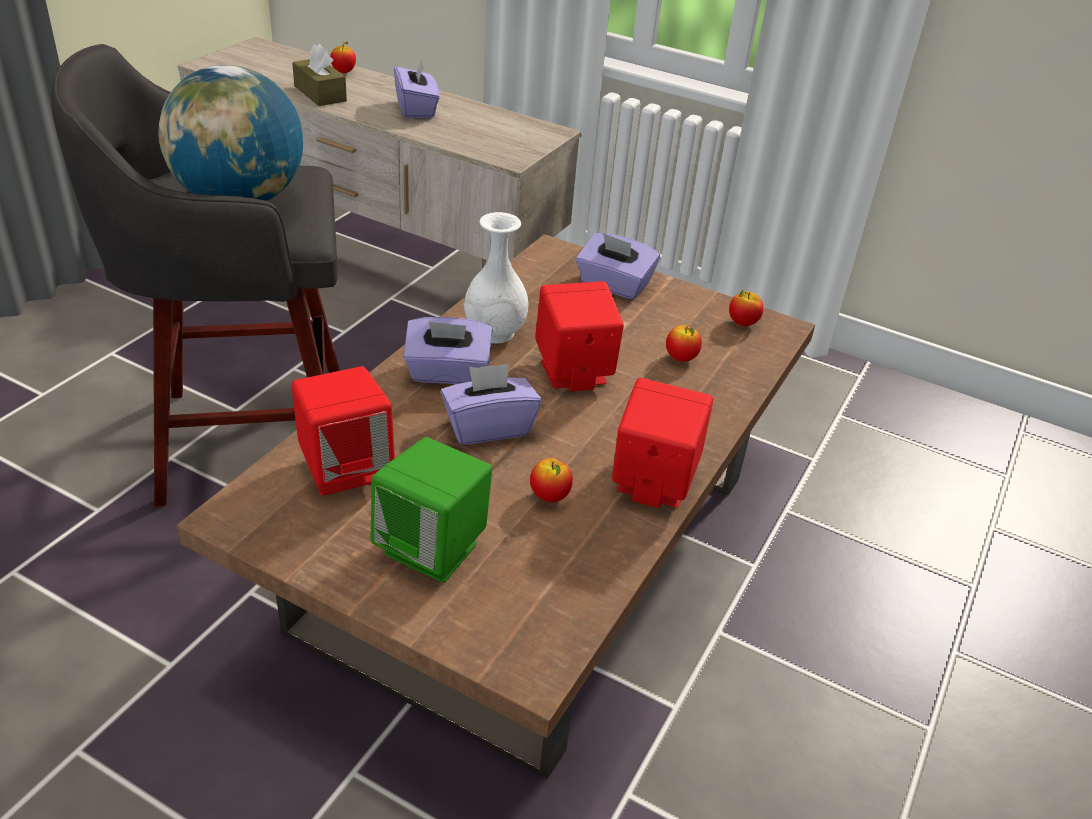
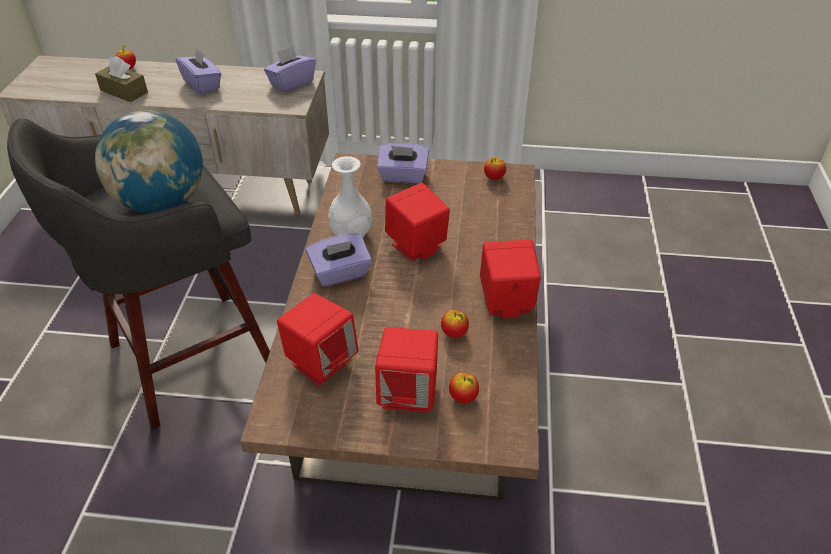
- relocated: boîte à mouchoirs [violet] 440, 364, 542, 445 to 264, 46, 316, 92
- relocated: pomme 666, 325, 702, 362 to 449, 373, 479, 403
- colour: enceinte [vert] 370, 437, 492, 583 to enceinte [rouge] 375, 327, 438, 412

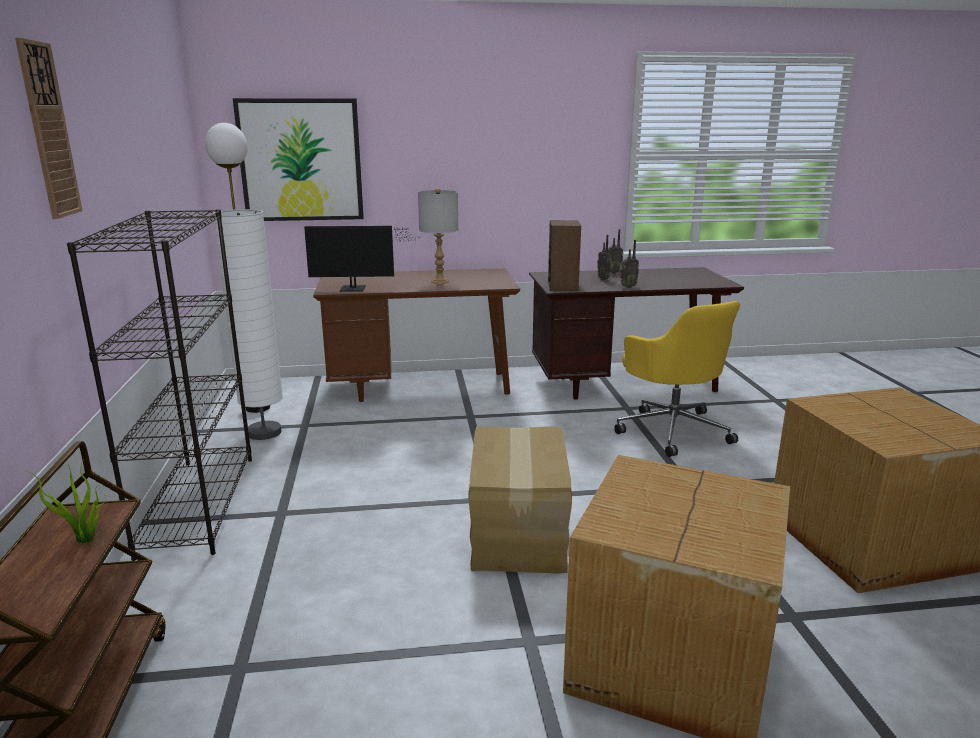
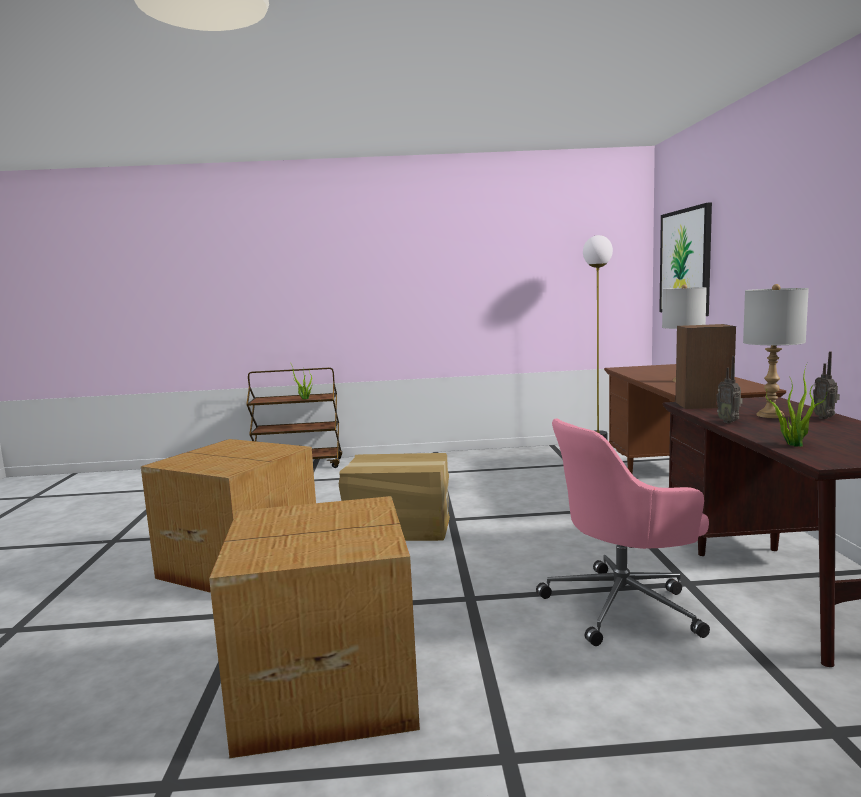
- missing: horloge murale 15, 38, 82, 219
- missing: bibliothèque [noir] 67, 209, 252, 561
- missing: lampadaire [blanc] 213, 209, 283, 440
- missing: écran d'ordinateur 304, 226, 420, 292
- appeared: plante en pot 766, 363, 827, 447
- exchanged: radio 597, 235, 613, 280 to lampe de table [gris] 743, 284, 809, 418
- colour: chaise de bureau [jaune] 614, 301, 740, 457 to chaise de bureau [rose] 536, 419, 710, 646

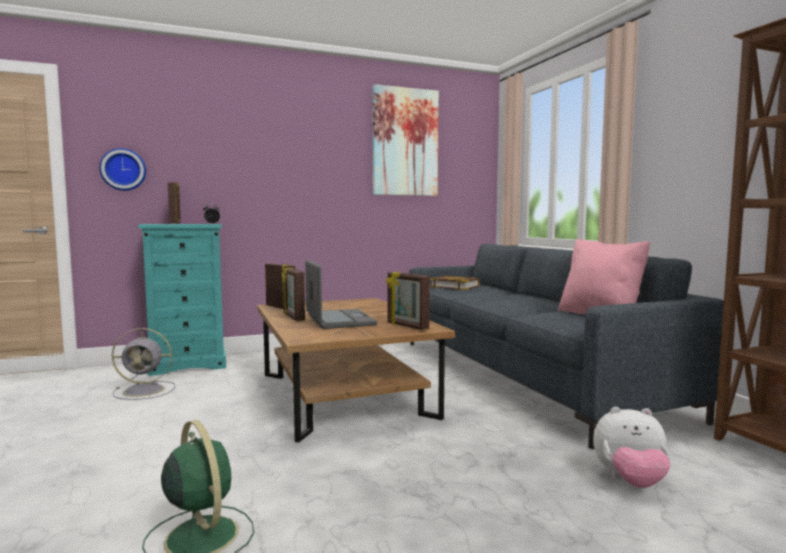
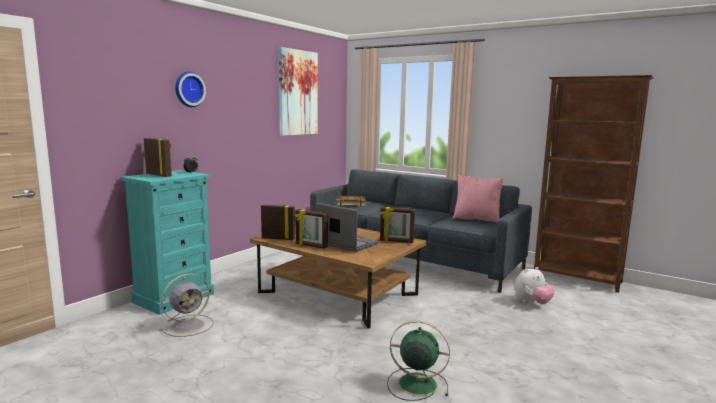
- relocated: horloge murale 99, 148, 146, 191 to 175, 72, 206, 107

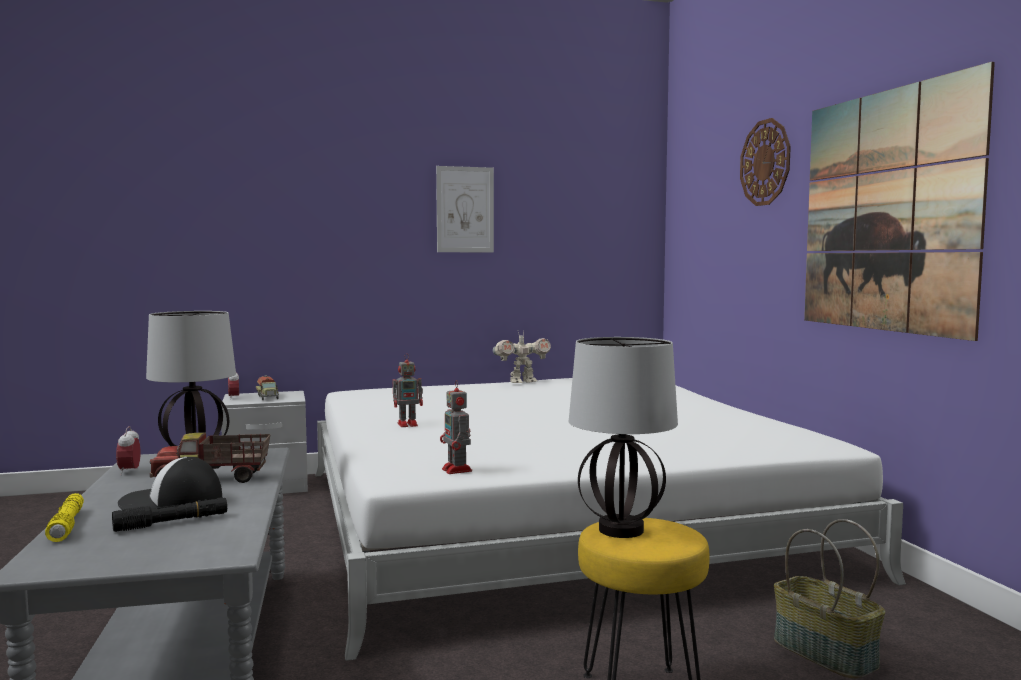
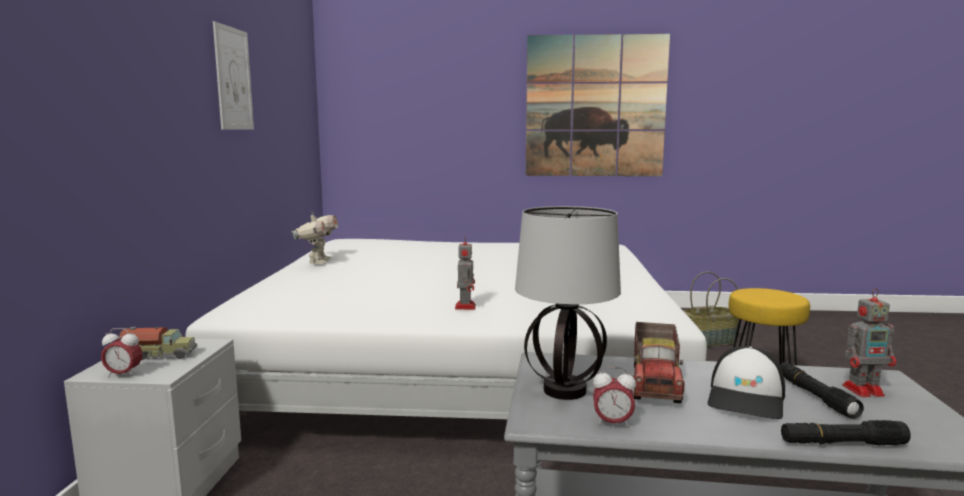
- missing: lampe de table 569, 337, 678, 538
- missing: horloge murale 740, 118, 791, 206
- relocated: robot jouet 440, 380, 472, 474 to 842, 288, 896, 397
- colour: lampe de poche [jaune] 45, 493, 84, 542 to lampe de poche [noir] 781, 420, 911, 445

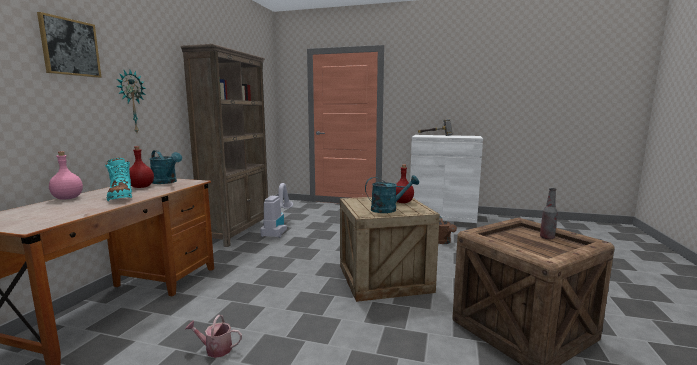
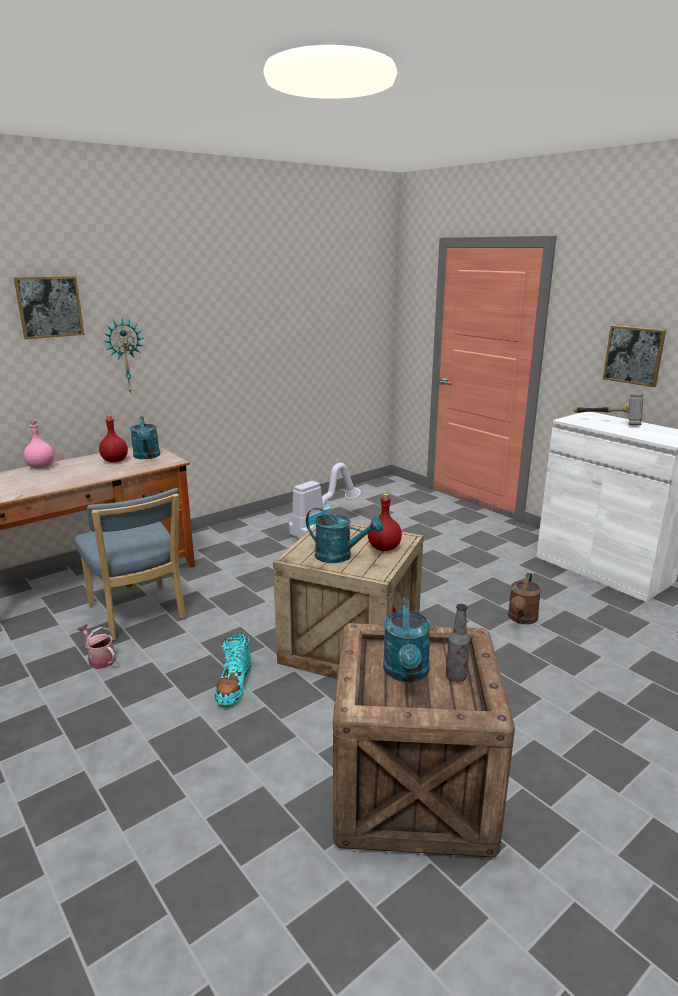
- missing: bibliothèque [marron] 180, 44, 268, 247
- appeared: chaise [bleu] 75, 488, 186, 640
- appeared: arrosoir [turquoise] 383, 598, 431, 682
- appeared: tableau 603, 325, 666, 387
- relocated: botte [turquoise] 105, 158, 132, 201 to 215, 630, 251, 705

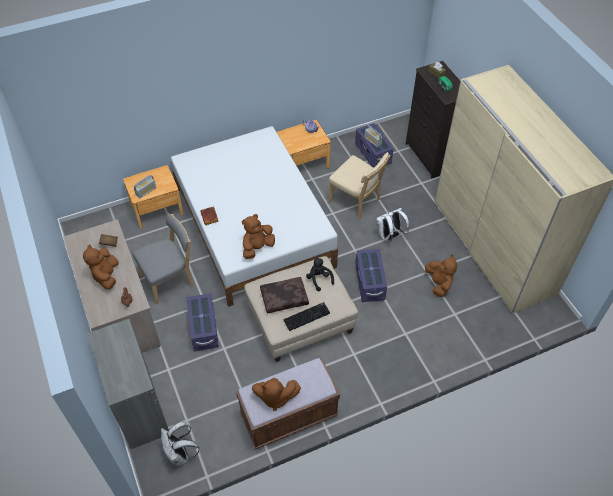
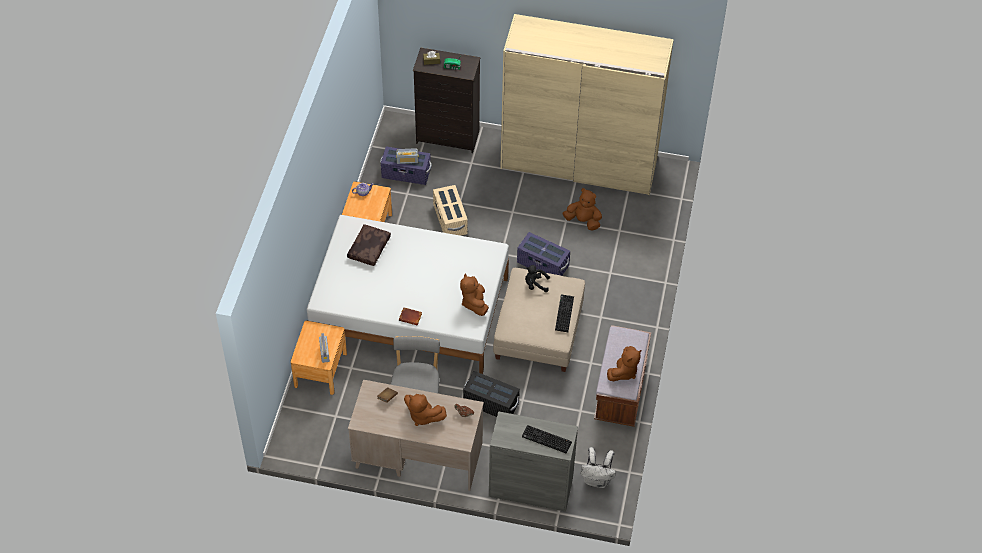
- missing: sac à dos [blanc] 376, 208, 409, 242
- appeared: clavier 522, 425, 572, 454
- relocated: coussin [marron] 260, 277, 309, 313 to 347, 224, 391, 266
- exchanged: chaise [beige] 329, 152, 390, 220 to boîte de rangement [beige] 433, 185, 468, 236
- colour: boîte de rangement [violet] 187, 294, 219, 351 to boîte de rangement [noir] 463, 371, 520, 417

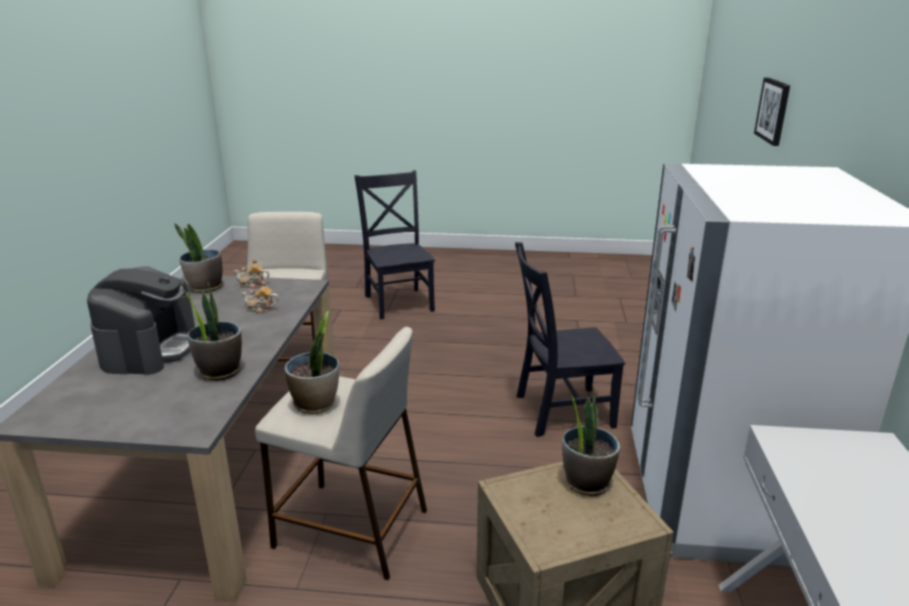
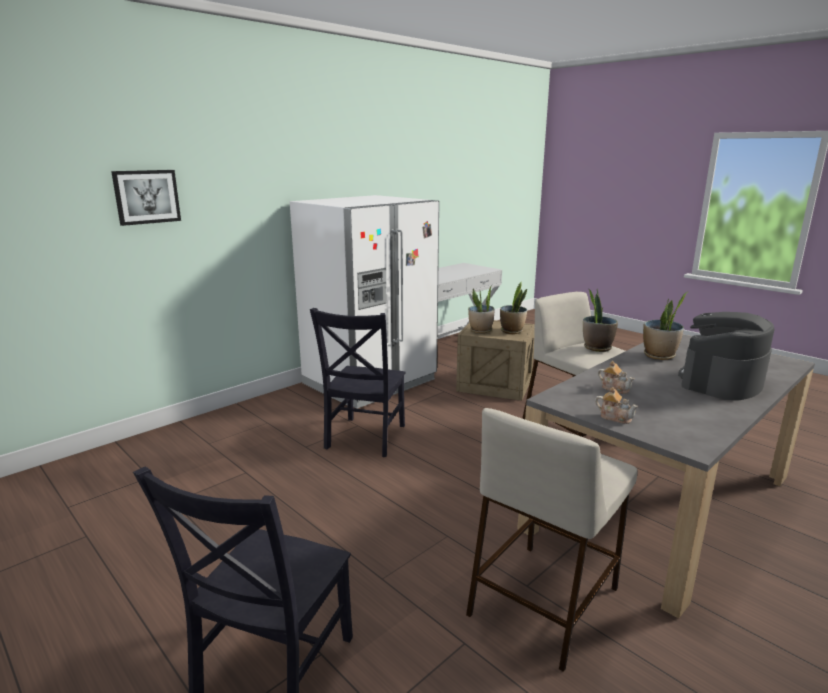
- relocated: plante en pot 174, 223, 223, 293 to 500, 281, 527, 334
- spun: chaise [noir] 515, 242, 625, 437 = 310, 308, 406, 457 75 degrees clockwise

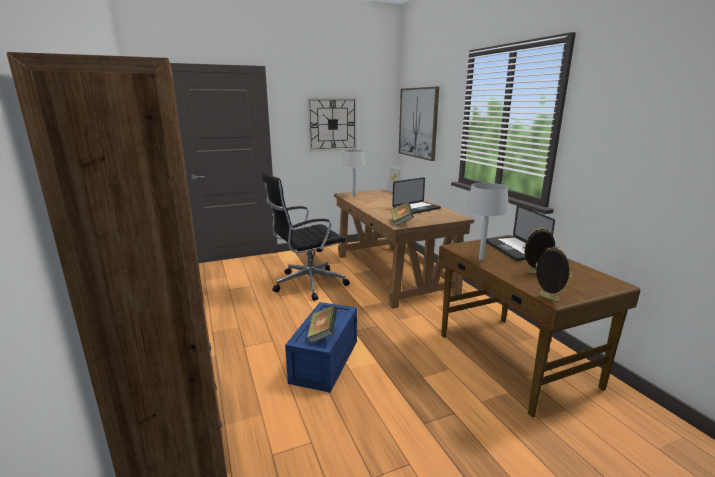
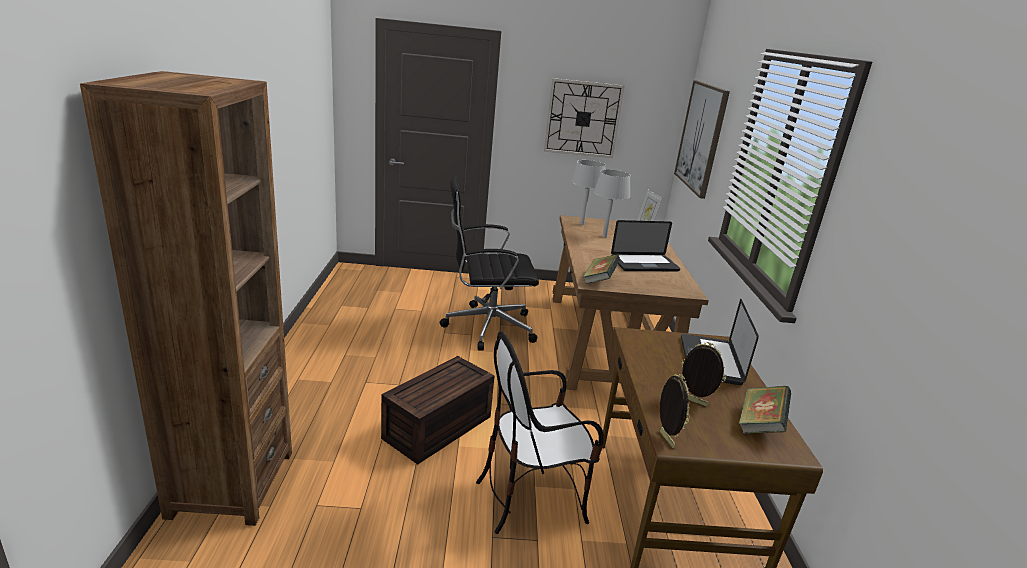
- appeared: chaise 476, 331, 604, 534
- relocated: livre 307, 306, 337, 343 to 739, 386, 791, 434
- relocated: lampe de table [gris] 465, 183, 509, 260 to 594, 169, 630, 238
- colour: boîte de rangement [bleu] 285, 302, 357, 393 to boîte de rangement [marron] 381, 356, 495, 465

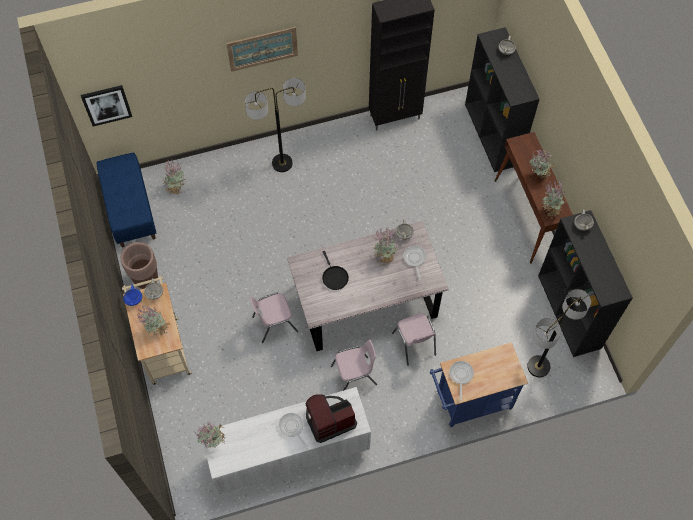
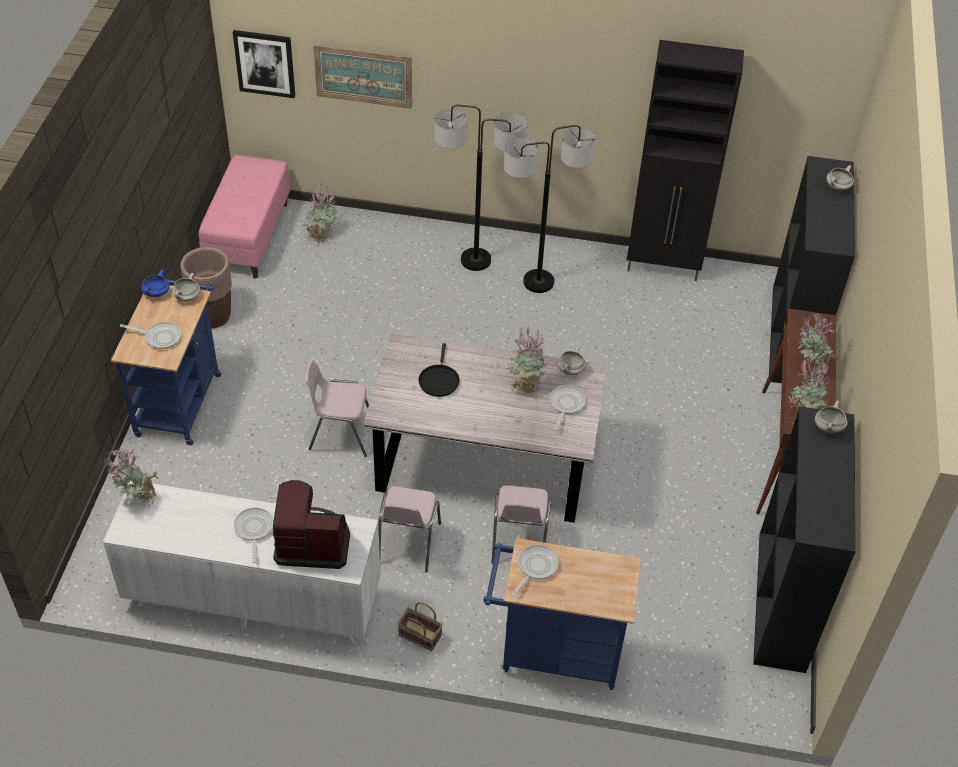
- appeared: panier 398, 602, 443, 651
- relocated: tableau 226, 27, 298, 72 to 313, 44, 412, 109
- relocated: lampadaire 527, 289, 591, 377 to 504, 125, 596, 293
- exchanged: plante en pot 137, 305, 170, 338 to poêle 120, 322, 182, 349
- colour: banc [bleu] 97, 152, 156, 248 to banc [rose] 199, 155, 290, 279
- colour: chariot [beige] 122, 276, 192, 385 to chariot [bleu] 111, 279, 221, 445
- spun: chaise [rose] 331, 340, 377, 391 = 378, 486, 441, 573 90 degrees clockwise

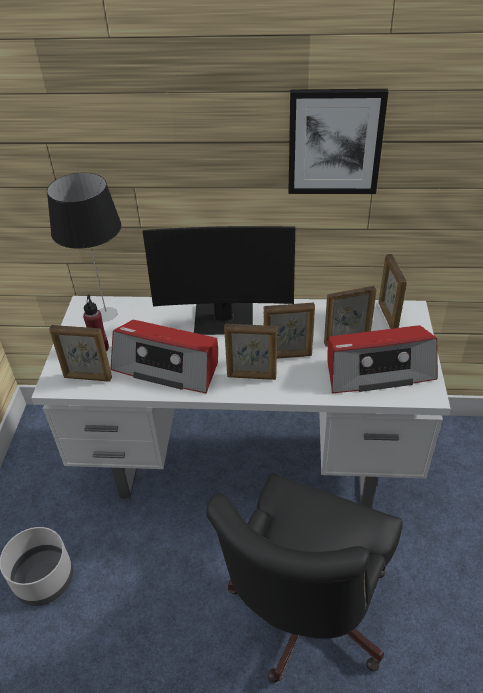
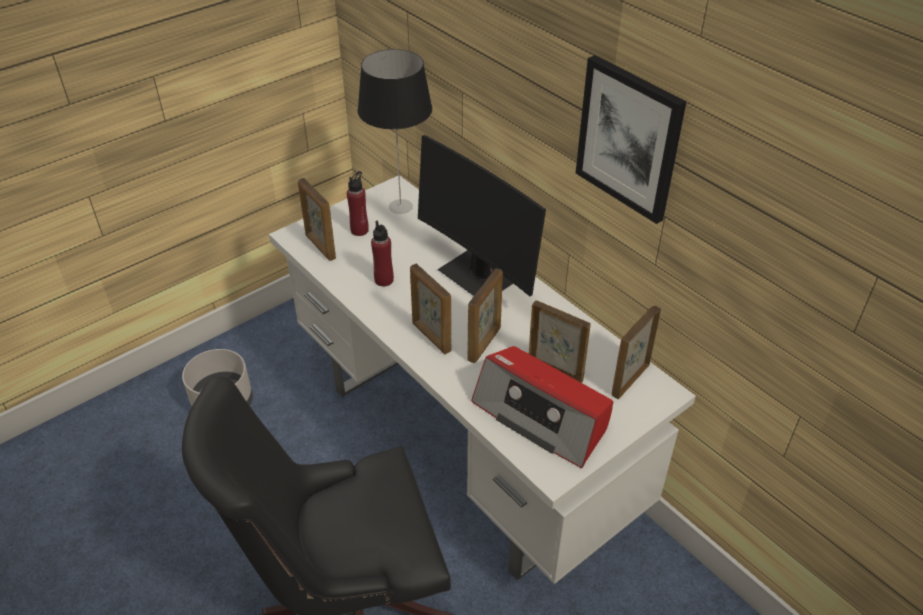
- exchanged: radio 111, 320, 218, 393 to bouteille [rouge] 371, 221, 394, 286
- spun: cadre photo 264, 303, 315, 359 = 467, 268, 503, 363 105 degrees counterclockwise

